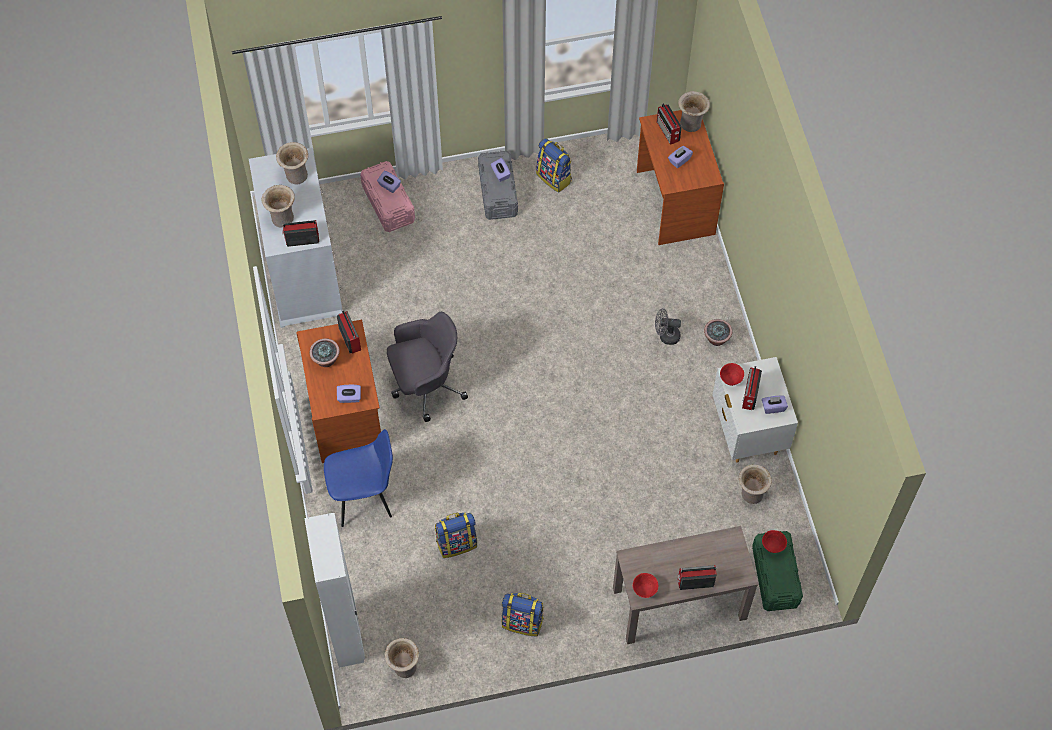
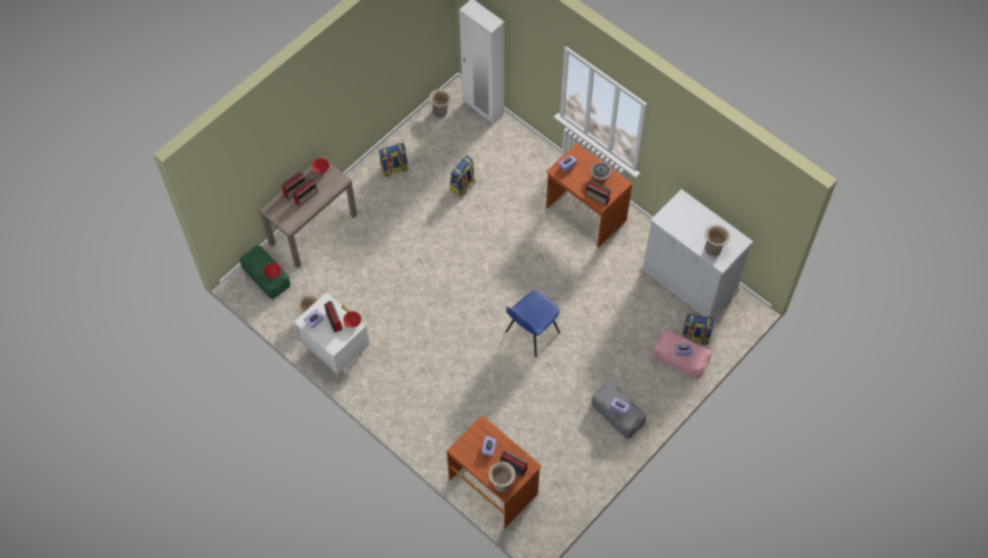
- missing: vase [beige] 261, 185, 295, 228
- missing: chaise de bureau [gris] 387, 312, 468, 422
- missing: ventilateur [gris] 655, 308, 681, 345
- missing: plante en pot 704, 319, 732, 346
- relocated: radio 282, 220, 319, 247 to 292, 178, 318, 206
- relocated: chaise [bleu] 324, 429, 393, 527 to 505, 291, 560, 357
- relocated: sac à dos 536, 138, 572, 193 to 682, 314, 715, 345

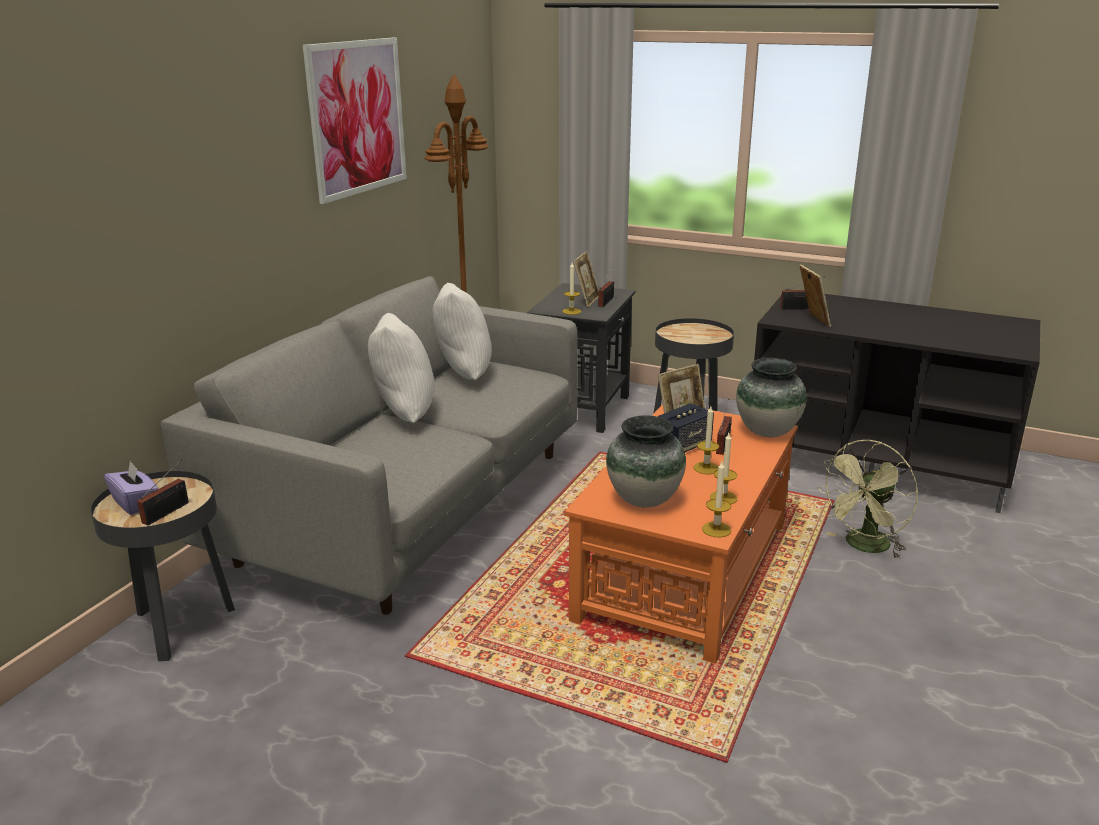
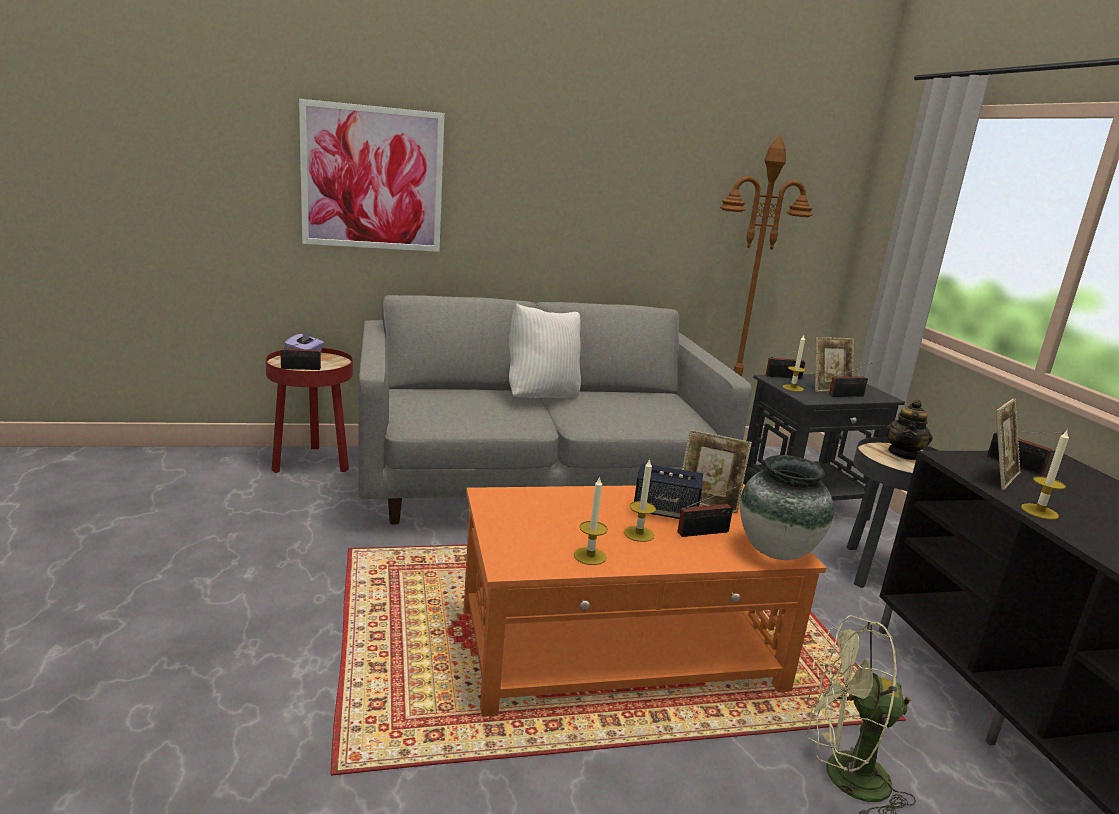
- missing: coussin [blanc] 433, 283, 492, 380
- missing: vase 606, 415, 686, 508
- appeared: radio 766, 348, 810, 379
- appeared: théière 885, 400, 933, 460
- relocated: tableau 303, 38, 407, 204 to 299, 99, 445, 252
- relocated: bougie 702, 461, 731, 537 to 1021, 429, 1069, 520
- colour: table d'appoint [noir] 91, 471, 235, 661 to table d'appoint [rouge] 265, 348, 353, 473

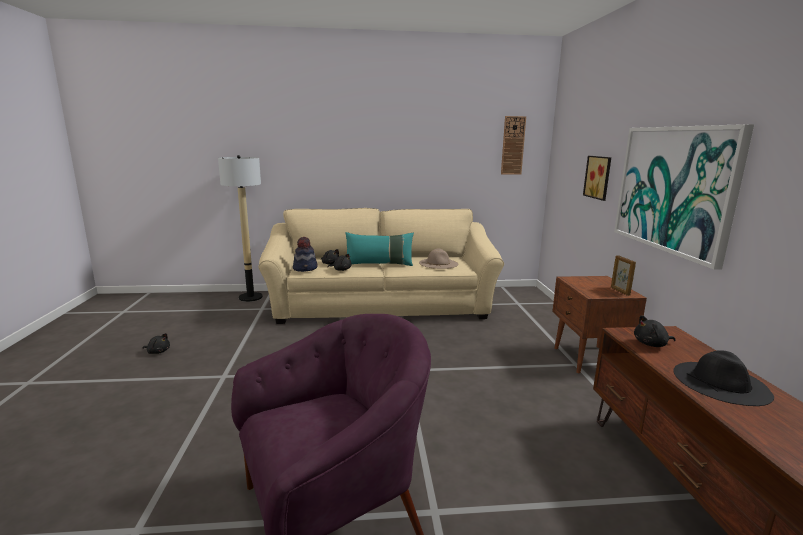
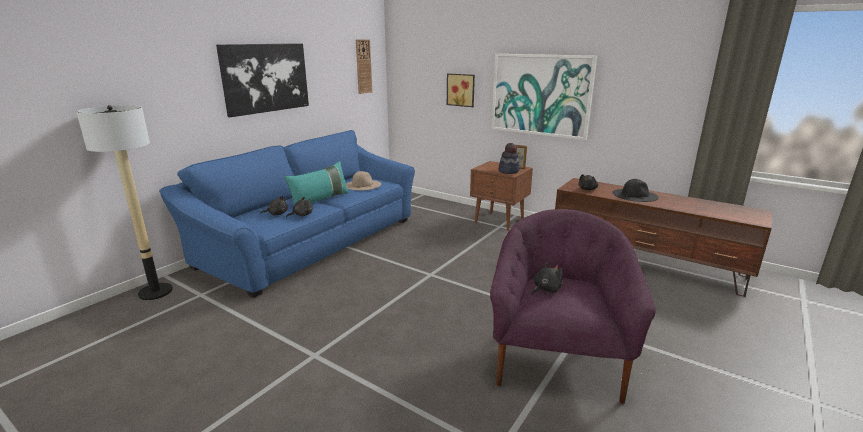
- appeared: tableau 216, 43, 309, 117
- relocated: peluche [noir] 143, 333, 170, 354 to 531, 262, 563, 295
- relocated: chapeau 293, 237, 318, 272 to 499, 143, 520, 174
- colour: canapé [beige] 258, 208, 504, 324 to canapé [bleu] 159, 130, 415, 298

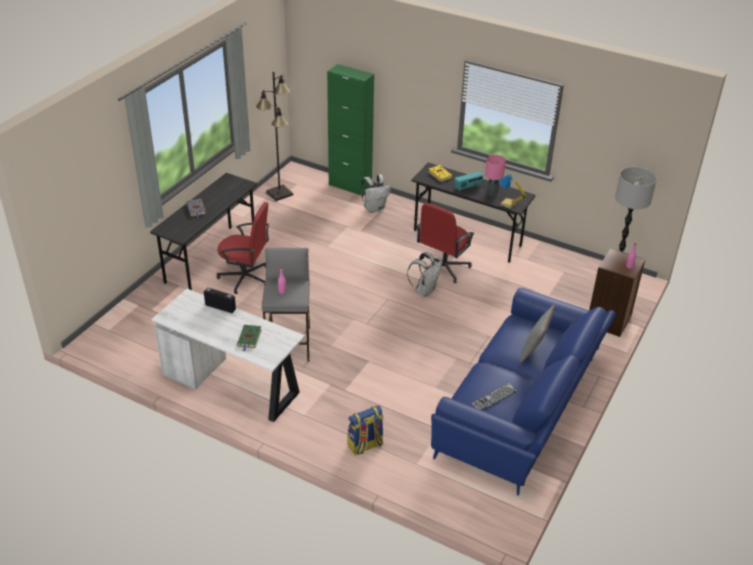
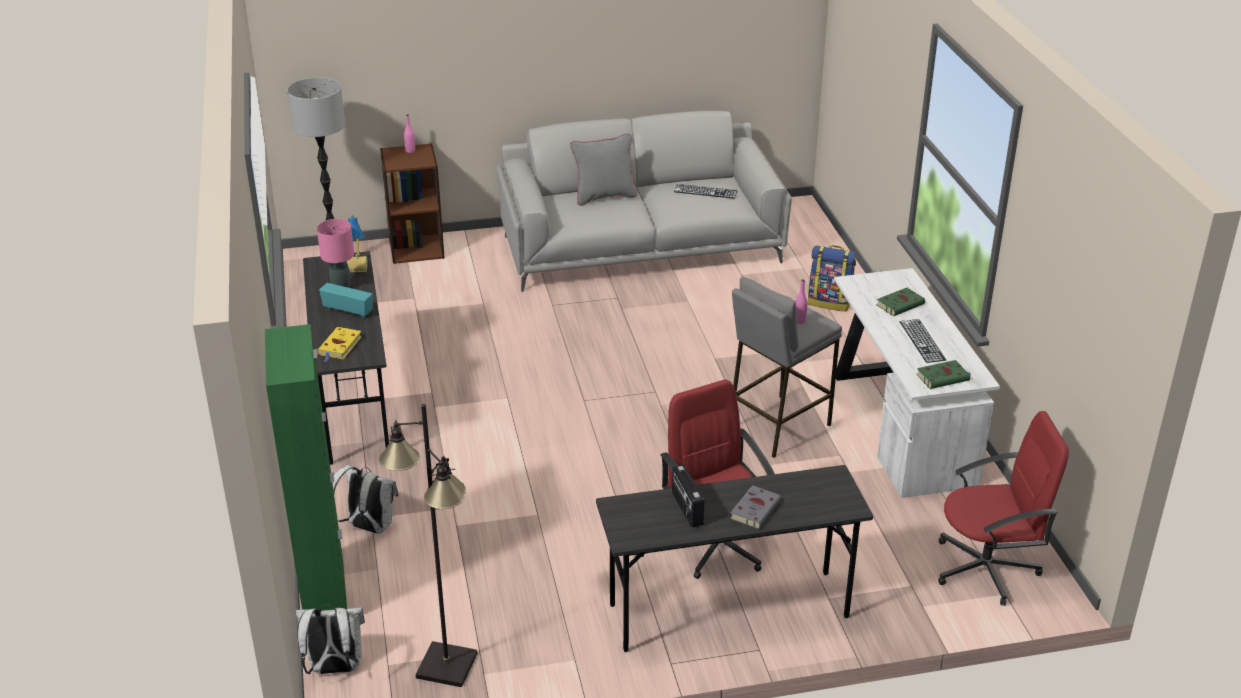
- appeared: clavier 900, 319, 946, 363
- appeared: livre [vert] 917, 360, 971, 389
- relocated: radio 204, 288, 236, 313 to 672, 465, 704, 527
- relocated: sac à dos [blanc] 407, 252, 442, 296 to 295, 604, 365, 674
- relocated: chaise de bureau [rouge] 417, 203, 475, 283 to 938, 411, 1069, 606
- colour: canapé [bleu] 431, 288, 616, 495 to canapé [gris] 496, 111, 792, 292

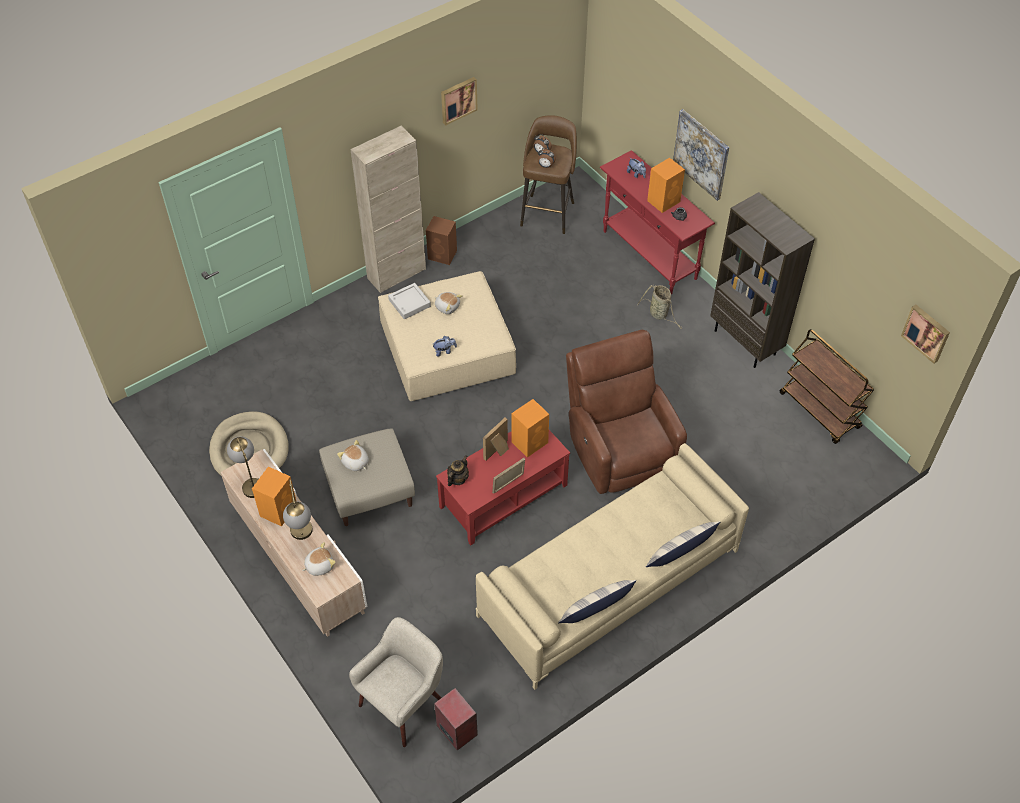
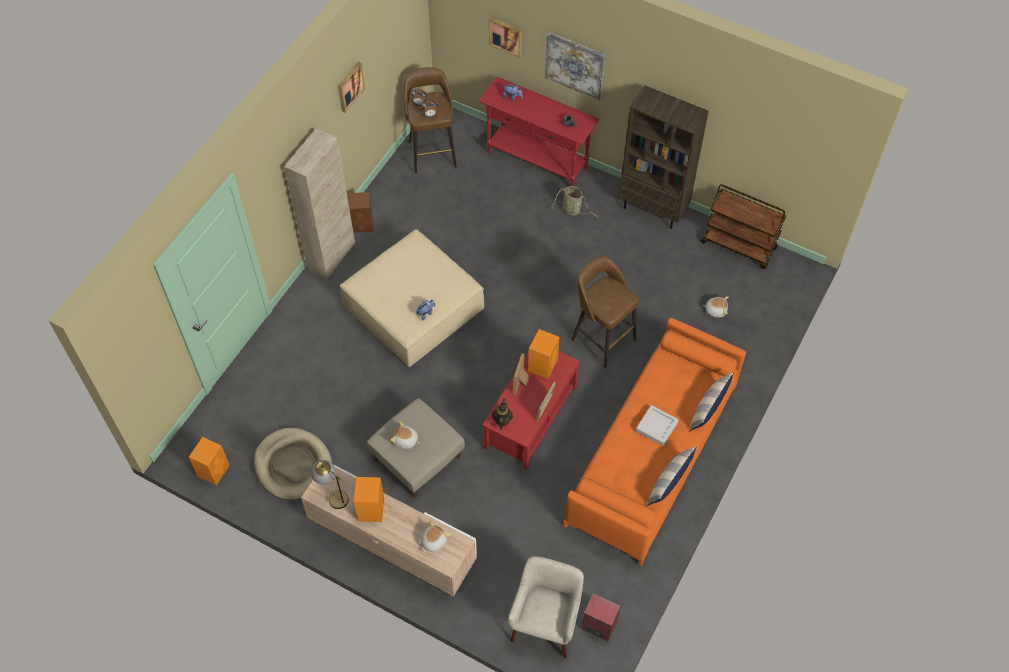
- missing: lampe de table 283, 480, 313, 540
- relocated: plateau [gris] 388, 283, 431, 319 to 636, 405, 679, 446
- relocated: peluche 435, 292, 462, 314 to 703, 296, 729, 318
- relocated: enceinte [orange] 647, 158, 685, 213 to 189, 437, 230, 485
- relocated: tableau 901, 304, 950, 364 to 489, 17, 522, 58
- exchanged: fauteuil [marron] 566, 330, 687, 494 to tabouret [marron] 571, 256, 639, 368
- colour: canapé [beige] 476, 443, 749, 690 to canapé [orange] 563, 318, 746, 566

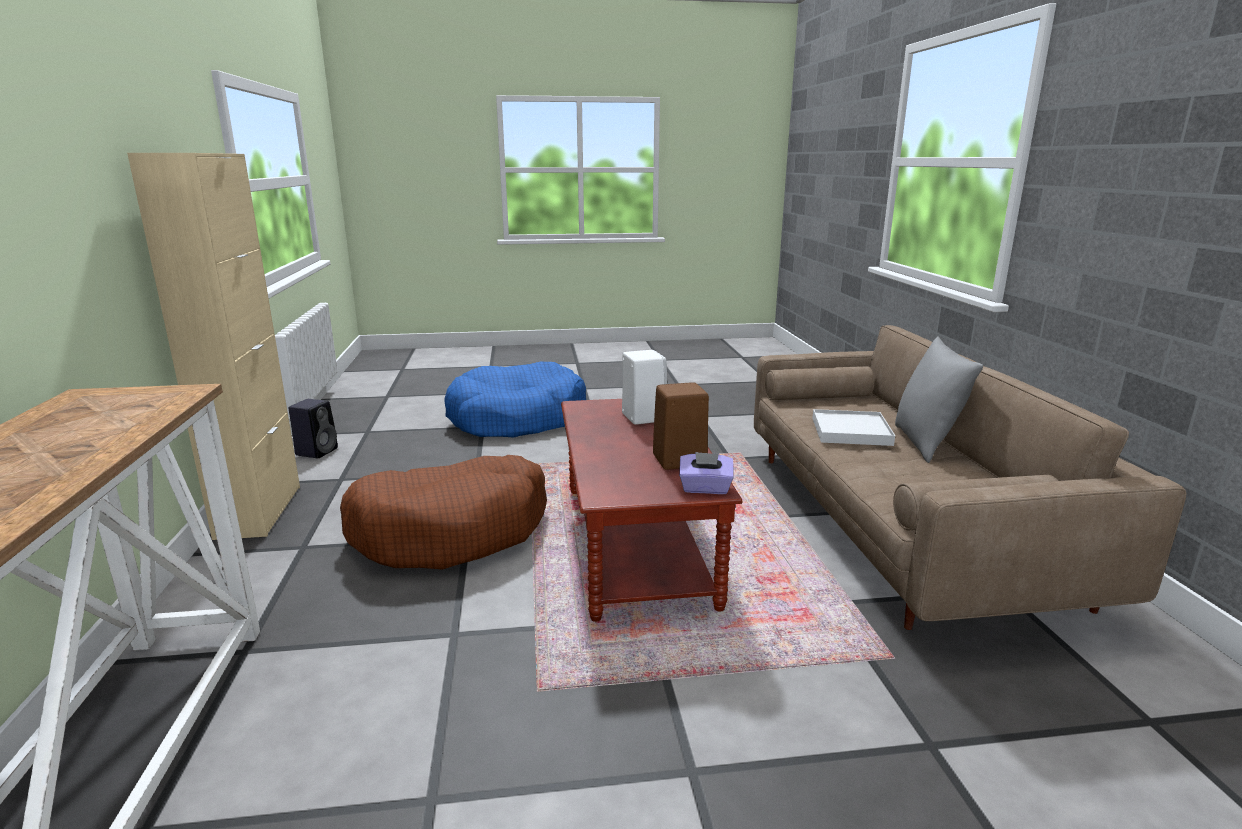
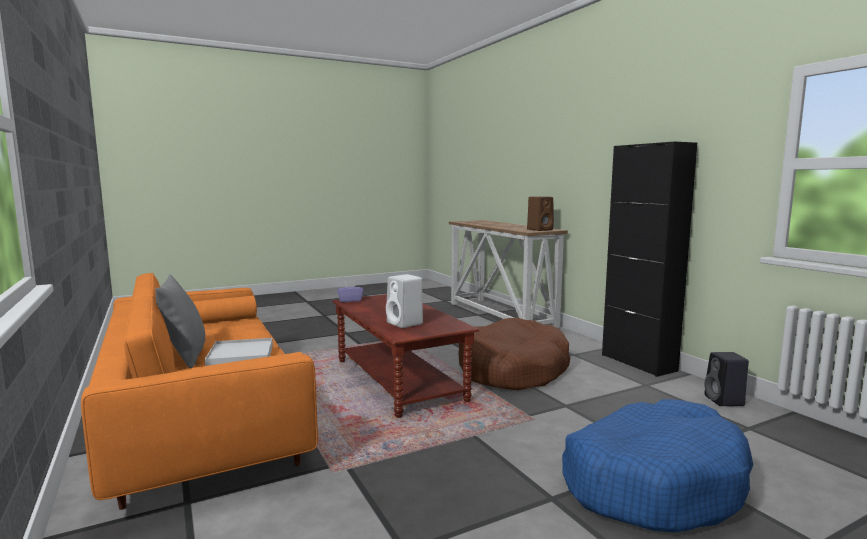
- relocated: enceinte [marron] 653, 382, 709, 470 to 527, 196, 554, 231
- colour: meuble de rangement [beige] 127, 153, 300, 540 to meuble de rangement [noir] 602, 141, 697, 377
- colour: canapé [beige] 754, 325, 1187, 630 to canapé [orange] 81, 273, 318, 510

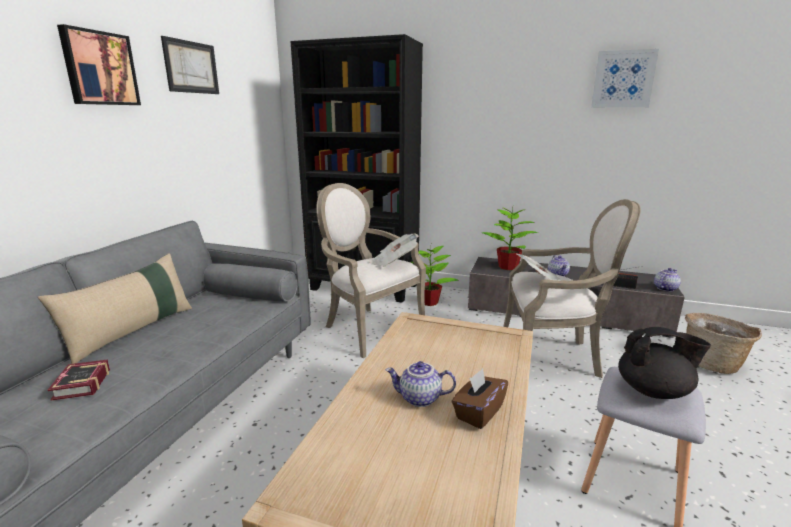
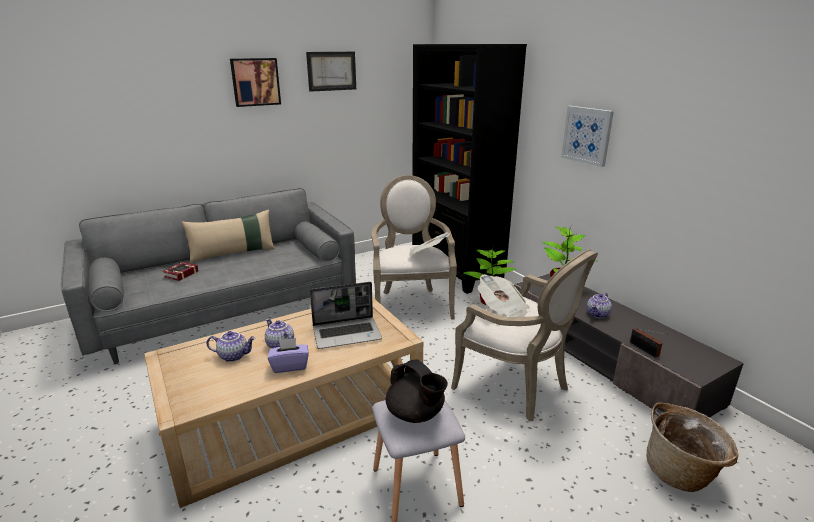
- appeared: ordinateur portable 310, 282, 382, 349
- relocated: tableau 591, 49, 659, 107 to 561, 106, 614, 167
- relocated: théière 654, 268, 681, 292 to 207, 331, 256, 362
- colour: boîte à mouchoirs [marron] 452, 368, 508, 429 to boîte à mouchoirs [violet] 268, 338, 309, 373

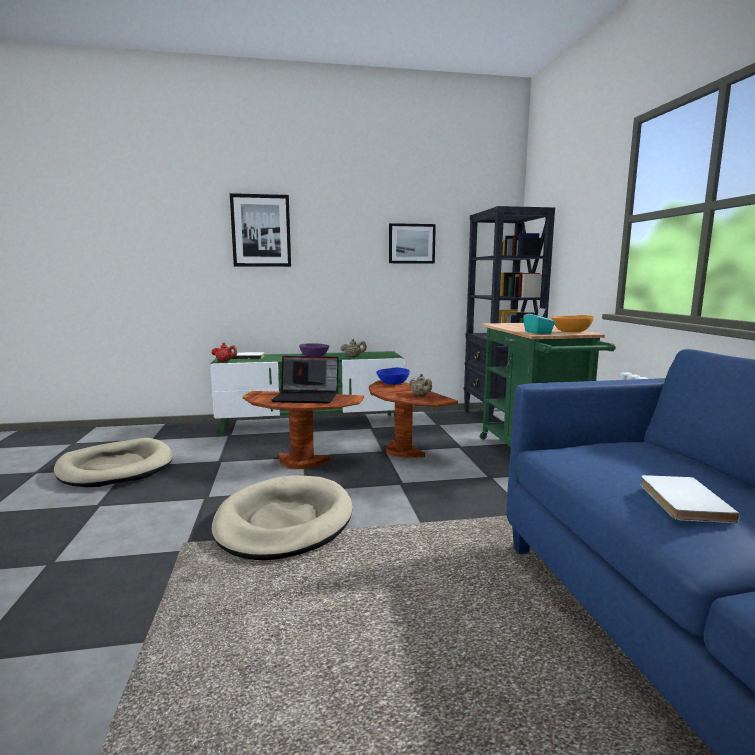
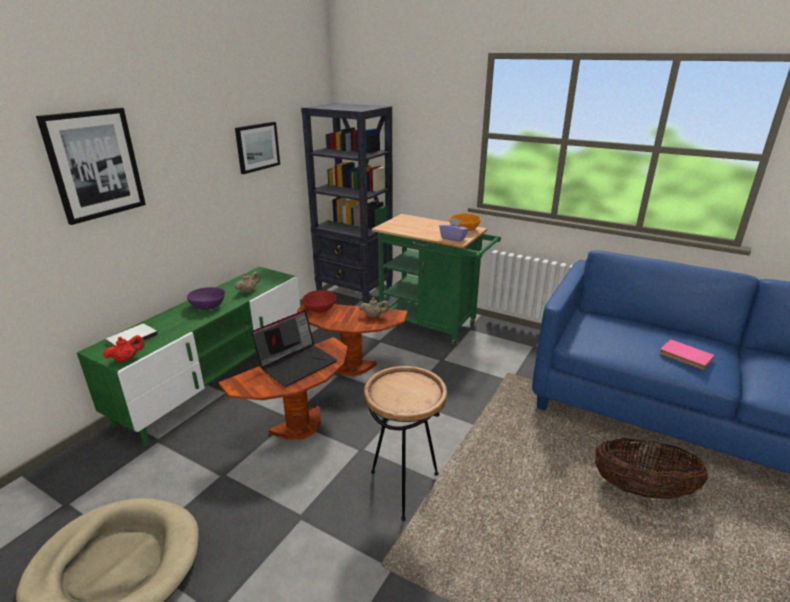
- appeared: panier 594, 438, 708, 499
- exchanged: panier pour chien [beige] 211, 475, 353, 560 to table d'appoint [marron] 364, 366, 447, 521
- colour: bol [bleu] 376, 368, 410, 385 to bol [rouge] 302, 290, 336, 313
- colour: boîte à mouchoirs [turquoise] 523, 308, 555, 334 to boîte à mouchoirs [violet] 439, 218, 469, 242
- colour: livre [blanc] 641, 475, 740, 523 to livre [rose] 660, 339, 715, 370

